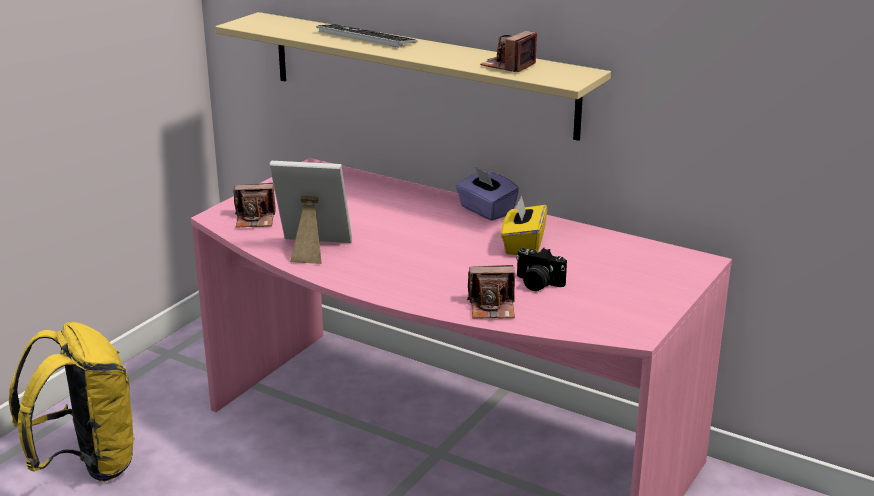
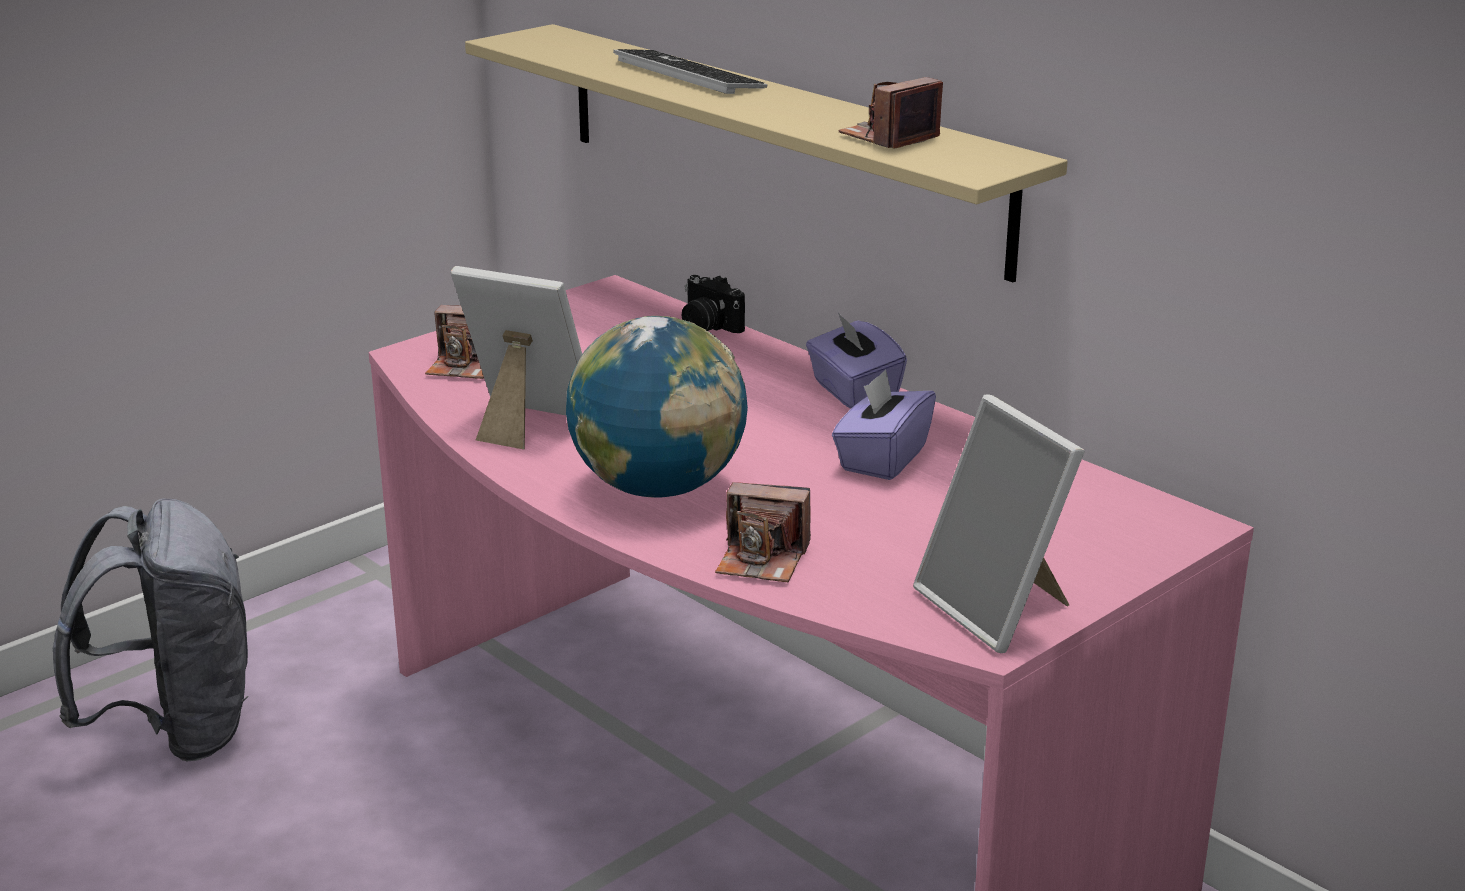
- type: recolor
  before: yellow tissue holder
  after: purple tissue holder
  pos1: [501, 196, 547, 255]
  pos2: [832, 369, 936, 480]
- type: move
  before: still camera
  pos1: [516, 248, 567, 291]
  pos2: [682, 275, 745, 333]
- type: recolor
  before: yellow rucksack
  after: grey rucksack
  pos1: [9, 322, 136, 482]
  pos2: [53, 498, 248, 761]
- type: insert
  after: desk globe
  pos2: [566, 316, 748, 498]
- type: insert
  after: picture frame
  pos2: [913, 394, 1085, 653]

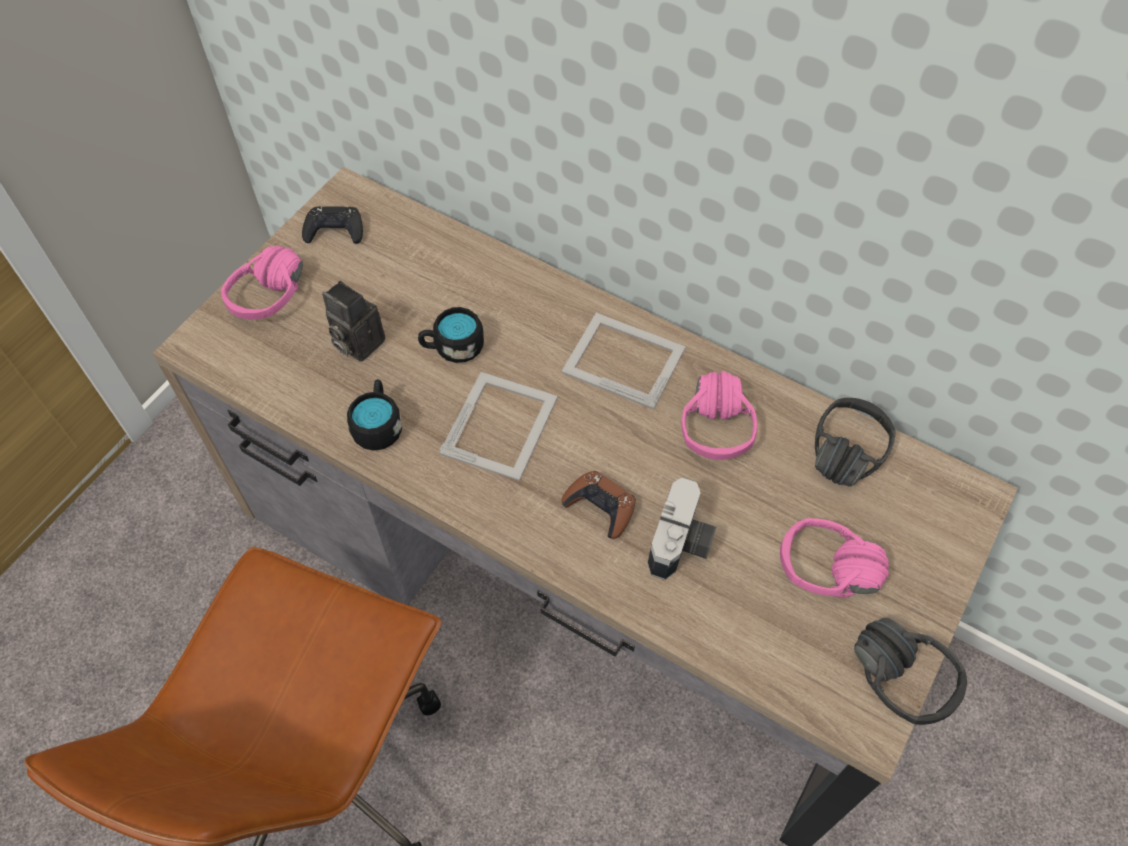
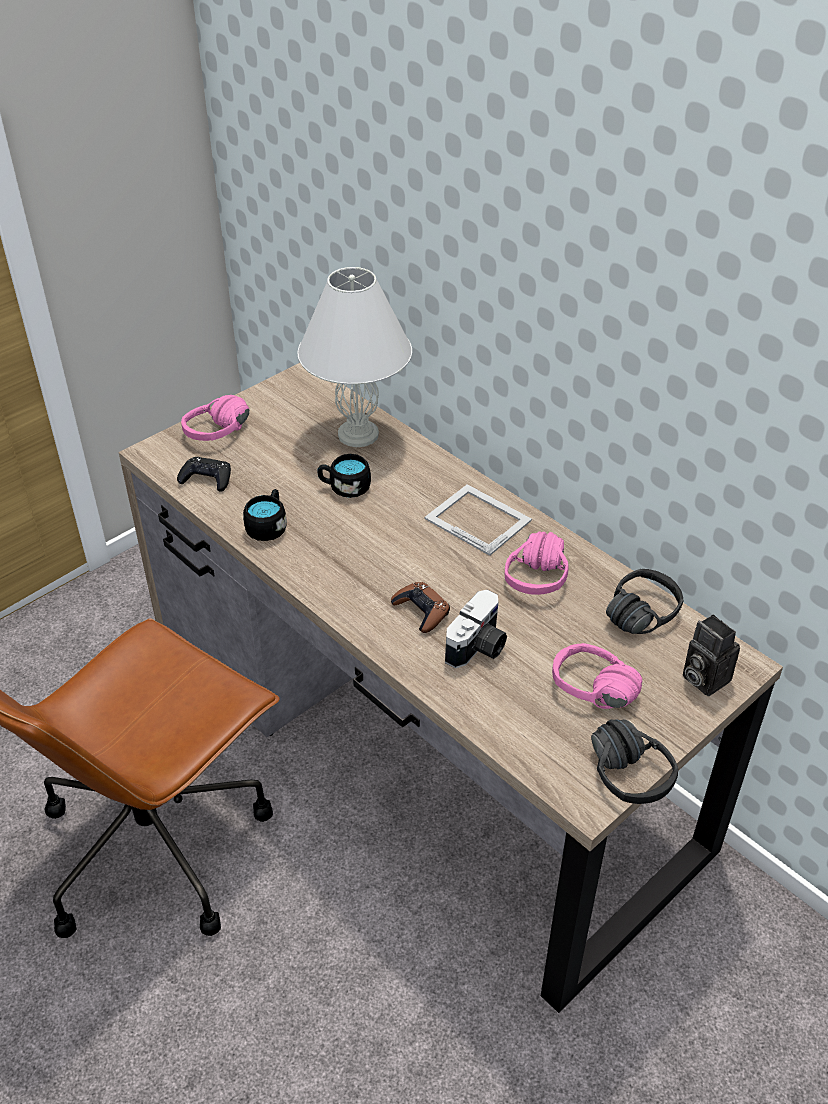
- type: move
  before: black game controller
  pos1: [302, 206, 363, 244]
  pos2: [177, 457, 231, 492]
- type: move
  before: still camera
  pos1: [322, 281, 385, 362]
  pos2: [683, 614, 740, 696]
- type: delete
  before: picture frame
  pos1: [439, 372, 558, 481]
- type: insert
  after: white table lamp
  pos2: [297, 267, 412, 447]

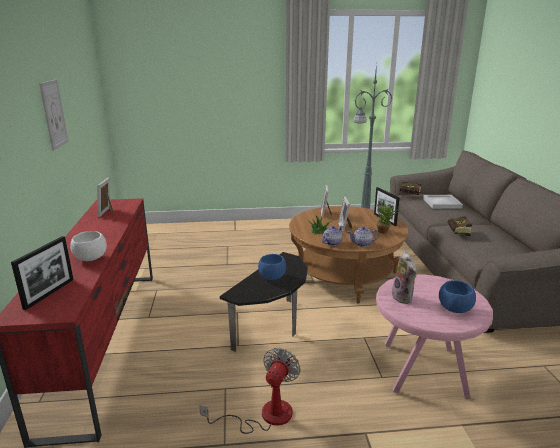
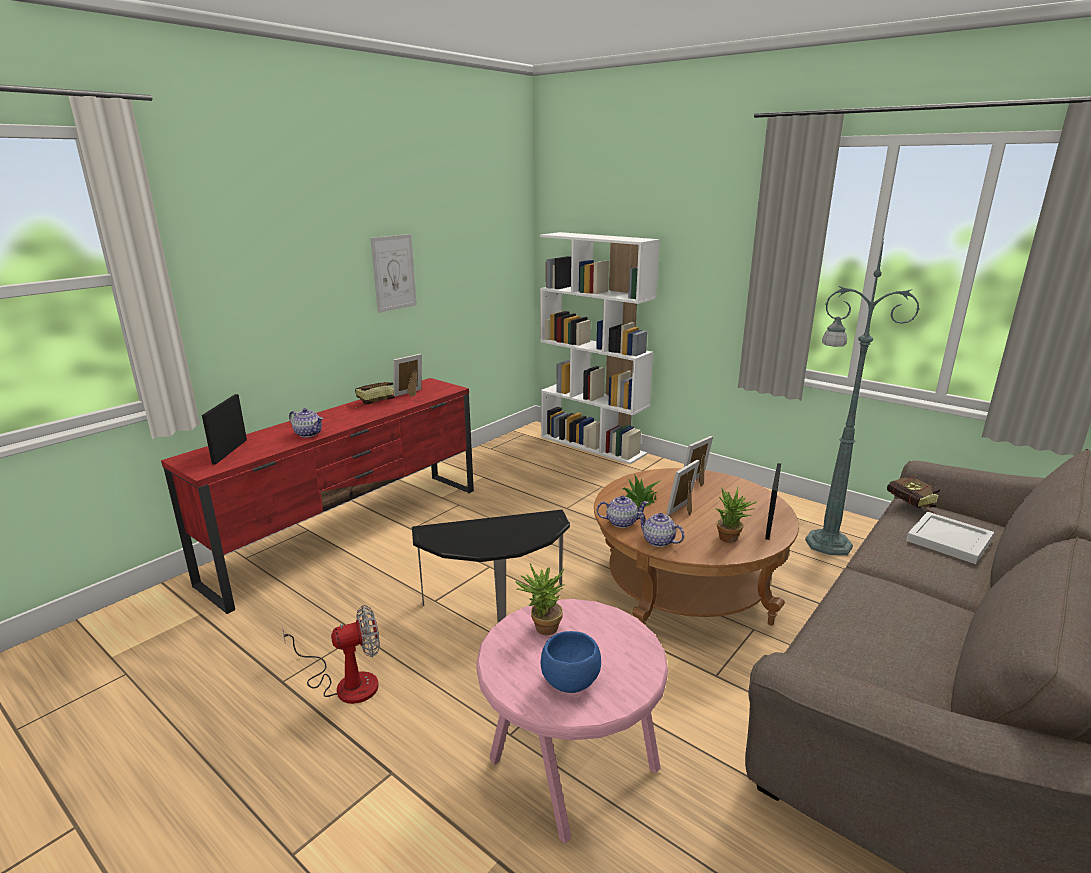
- type: move
  before: book
  pos1: [447, 216, 472, 241]
  pos2: [355, 382, 395, 408]
- type: replace
  before: white deep dish
  after: pot for tea
  pos1: [70, 231, 107, 261]
  pos2: [289, 408, 323, 437]
- type: rotate
  before: picture frame
  pos1: [11, 236, 73, 310]
  pos2: [202, 394, 247, 465]
  turn: 120
- type: replace
  before: plush toy
  after: plant in a pot
  pos1: [392, 252, 417, 304]
  pos2: [515, 563, 565, 635]
- type: delete
  before: blue deep dish
  pos1: [258, 254, 286, 280]
- type: insert
  after: white bookshelf
  pos2: [540, 232, 660, 465]

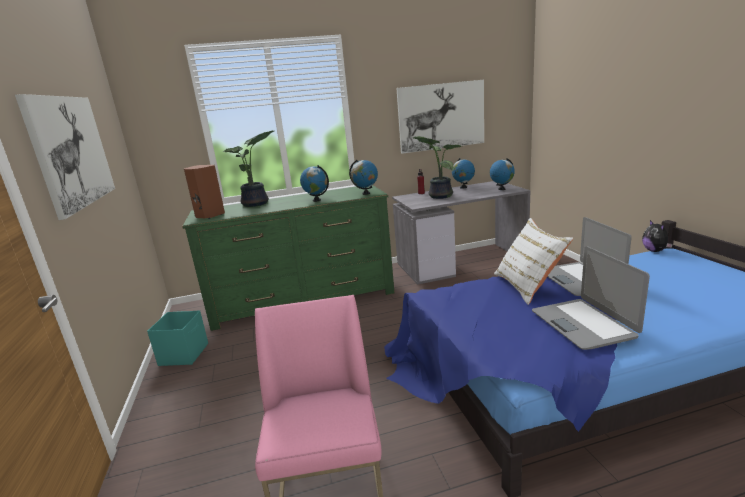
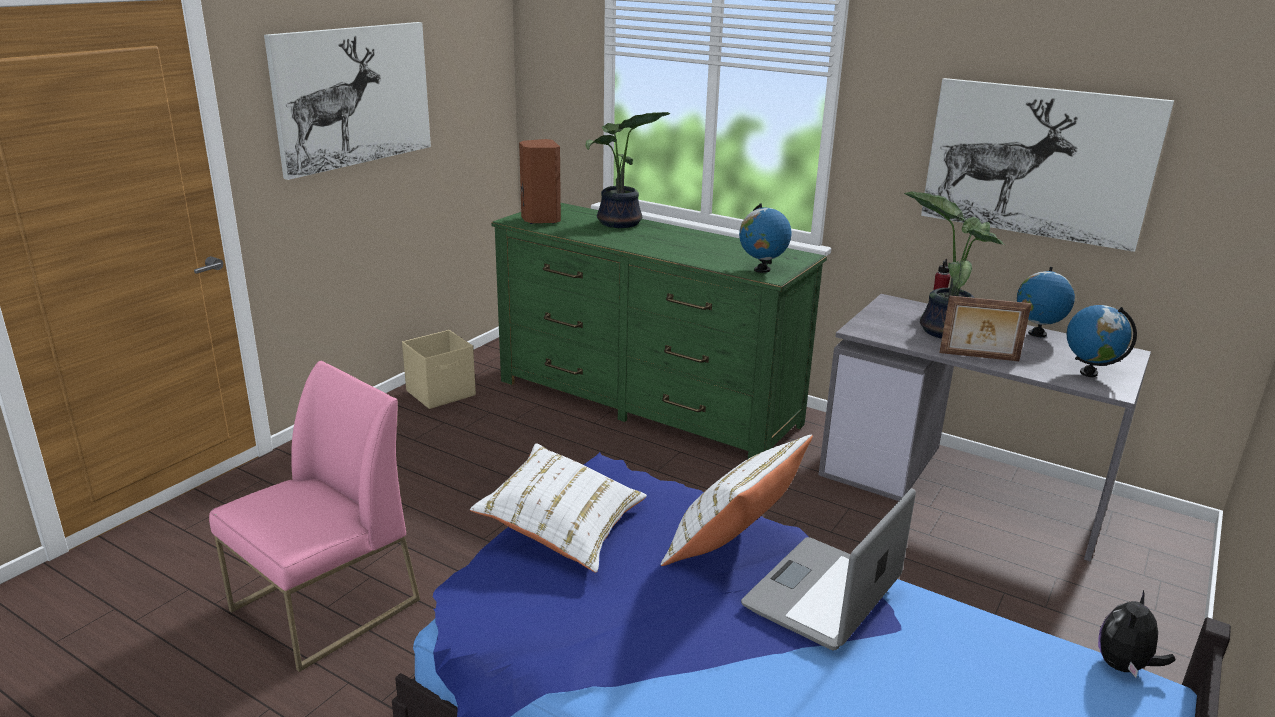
- type: delete
  before: desk globe
  pos1: [300, 165, 329, 202]
- type: delete
  before: portable computer
  pos1: [532, 246, 650, 350]
- type: recolor
  before: blue-green storage bin
  after: beige storage bin
  pos1: [147, 310, 208, 366]
  pos2: [402, 330, 476, 409]
- type: insert
  after: picture frame
  pos2: [939, 296, 1032, 361]
- type: insert
  after: white pillow
  pos2: [470, 443, 647, 573]

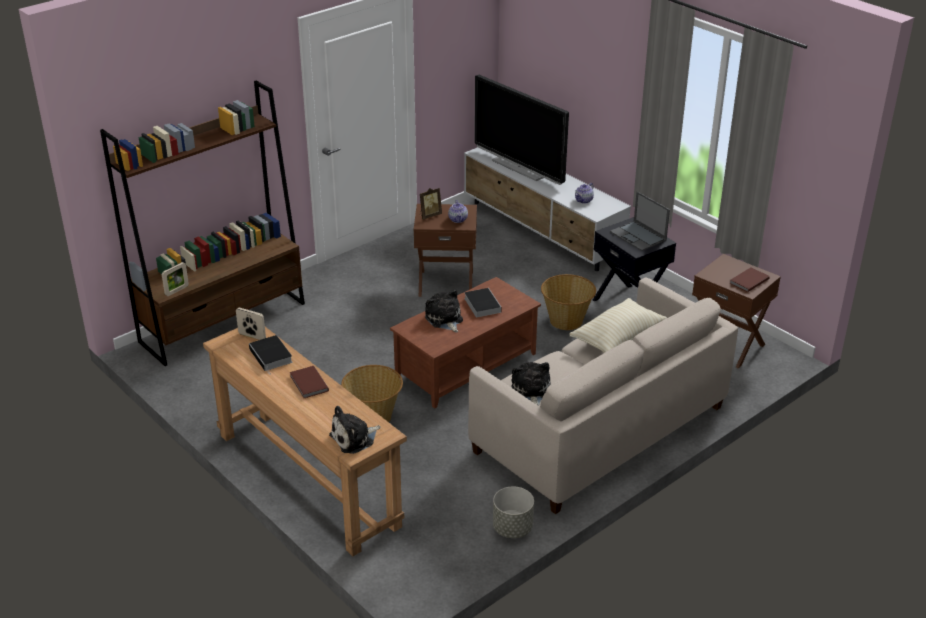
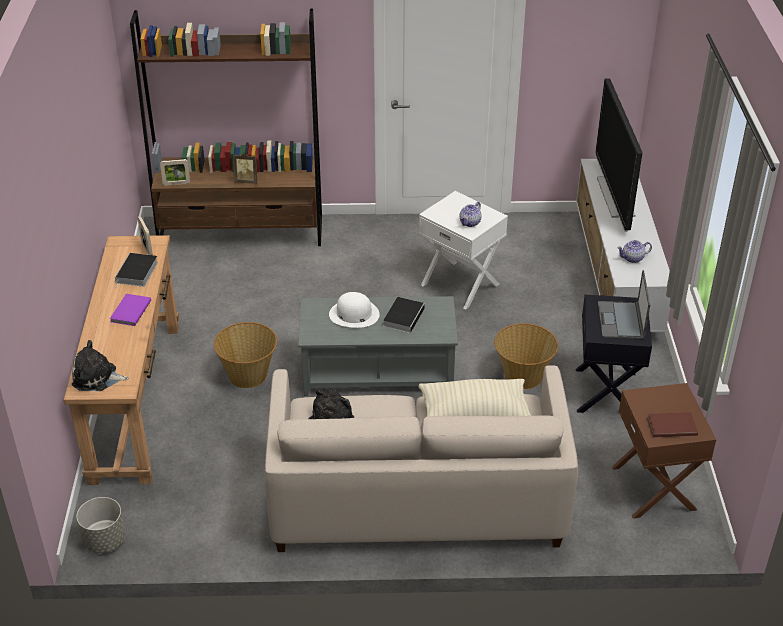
- type: move
  before: picture frame
  pos1: [420, 188, 442, 220]
  pos2: [233, 153, 257, 184]
- type: recolor
  before: brown accent table
  after: white accent table
  pos1: [414, 204, 477, 297]
  pos2: [419, 191, 508, 309]
- type: recolor
  before: brown lounge table
  after: grey lounge table
  pos1: [390, 277, 541, 409]
  pos2: [298, 296, 458, 396]
- type: replace
  before: plush toy
  after: white wearable hat
  pos1: [425, 290, 463, 333]
  pos2: [329, 292, 380, 328]
- type: recolor
  before: brown book
  after: purple book
  pos1: [290, 366, 329, 398]
  pos2: [110, 294, 151, 326]
- type: move
  before: grey planter
  pos1: [493, 486, 534, 538]
  pos2: [76, 497, 126, 553]

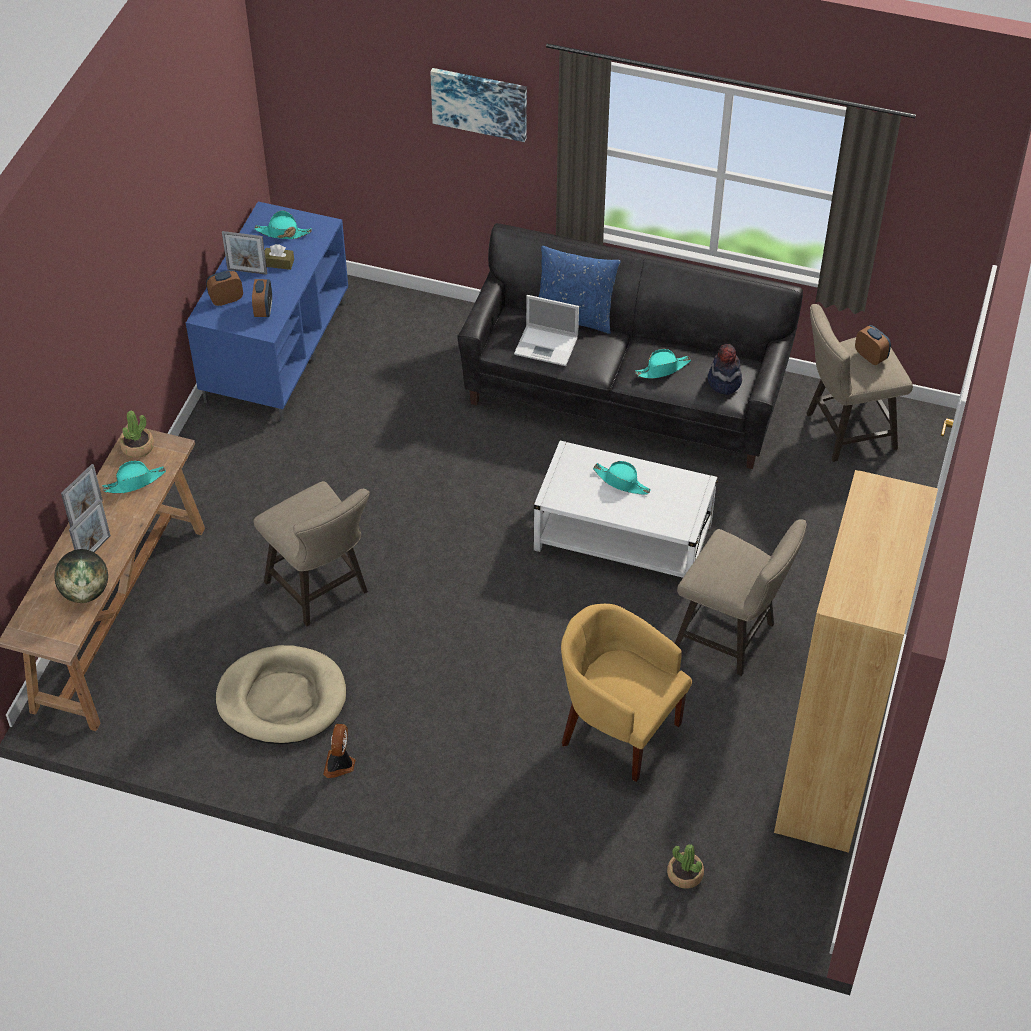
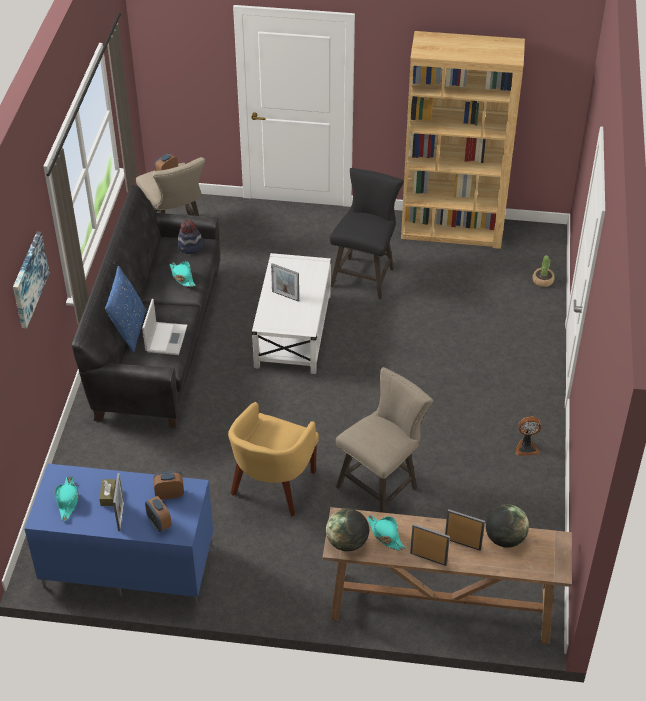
- type: replace
  before: plant in a pot
  after: desk globe
  pos1: [120, 411, 154, 458]
  pos2: [326, 508, 369, 551]
- type: replace
  before: blue-green wearable hat
  after: picture frame
  pos1: [593, 461, 651, 495]
  pos2: [271, 263, 299, 302]
- type: recolor
  before: beige stool seat
  after: black stool seat
  pos1: [675, 519, 807, 676]
  pos2: [330, 168, 404, 299]
- type: move
  before: yellow armchair
  pos1: [561, 604, 692, 782]
  pos2: [228, 402, 319, 517]
- type: delete
  before: beige dog cushion
  pos1: [215, 645, 346, 744]

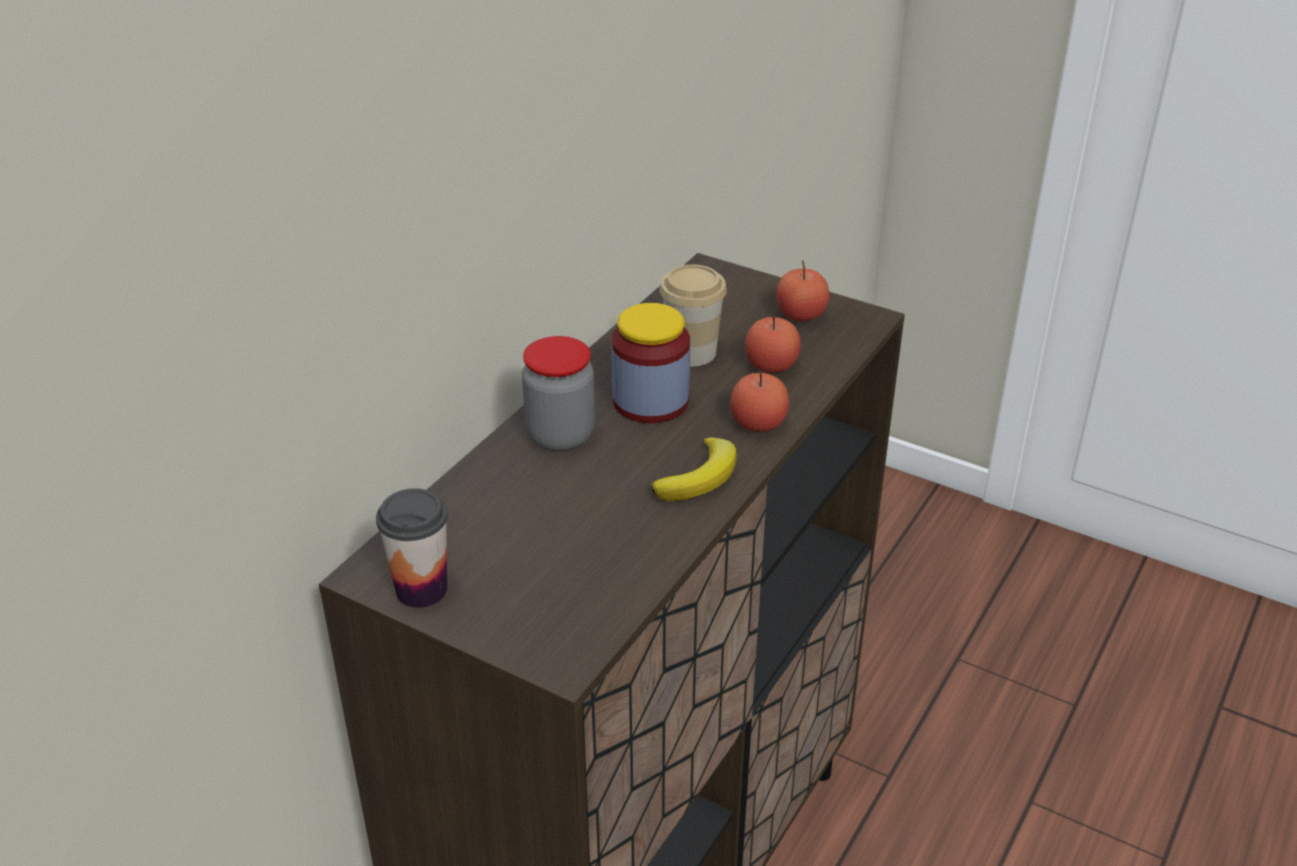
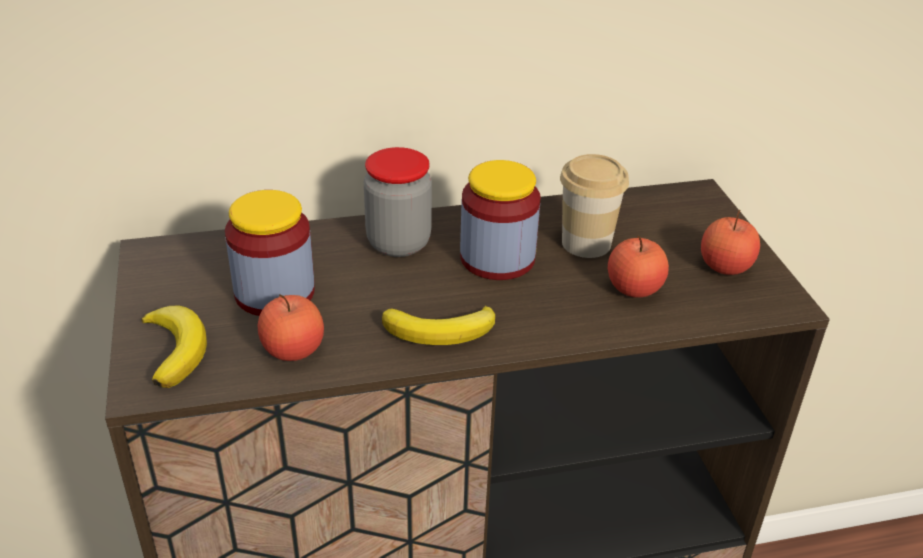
- type: move
  before: whole apple
  pos1: [730, 373, 789, 432]
  pos2: [258, 294, 324, 361]
- type: delete
  before: small cup
  pos1: [376, 488, 448, 608]
- type: insert
  after: jar
  pos2: [225, 190, 315, 316]
- type: insert
  after: banana
  pos2: [141, 306, 207, 388]

